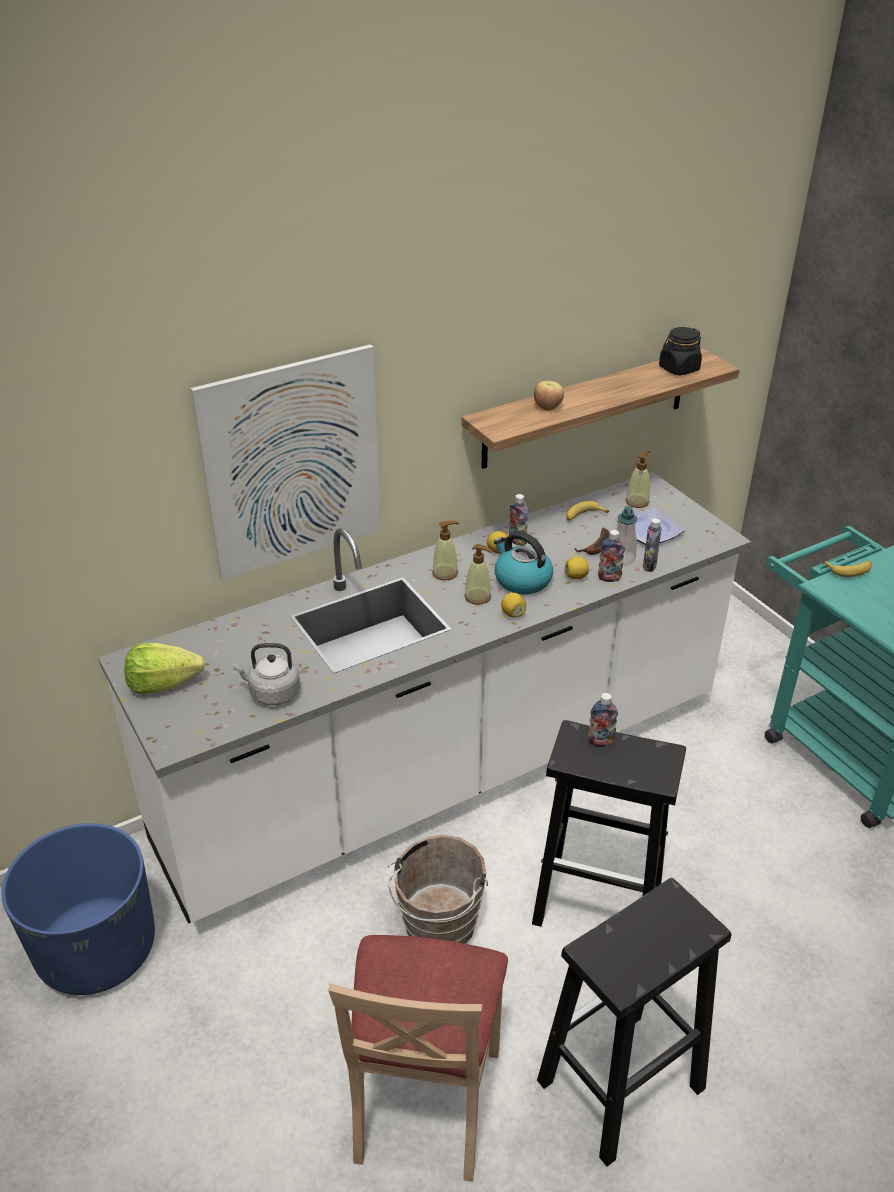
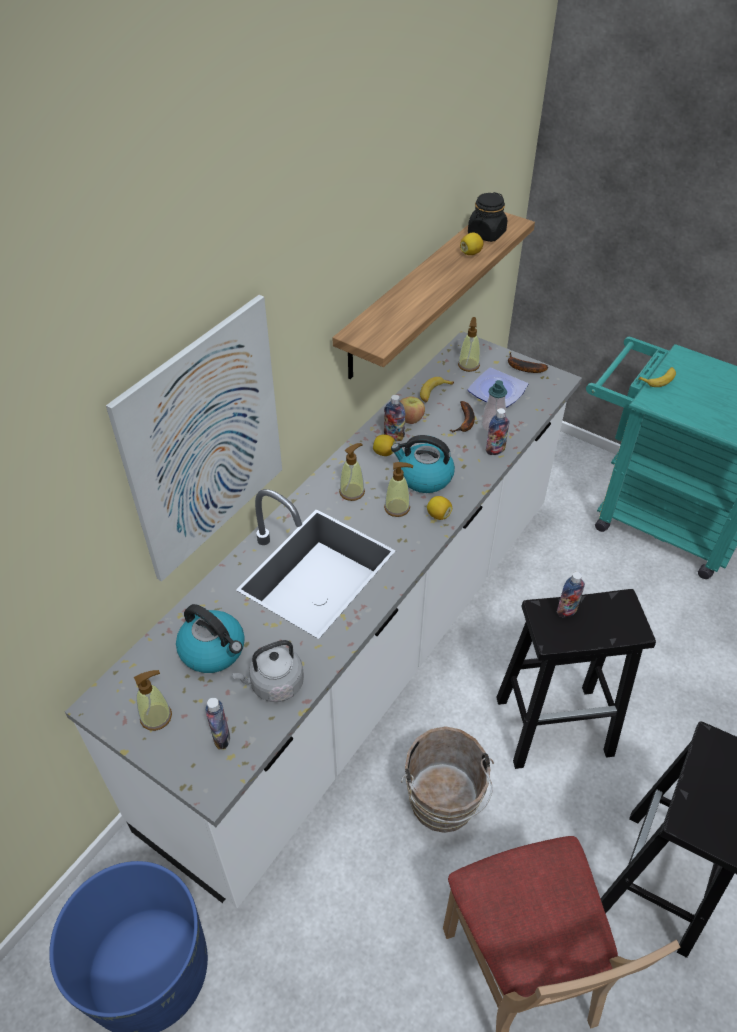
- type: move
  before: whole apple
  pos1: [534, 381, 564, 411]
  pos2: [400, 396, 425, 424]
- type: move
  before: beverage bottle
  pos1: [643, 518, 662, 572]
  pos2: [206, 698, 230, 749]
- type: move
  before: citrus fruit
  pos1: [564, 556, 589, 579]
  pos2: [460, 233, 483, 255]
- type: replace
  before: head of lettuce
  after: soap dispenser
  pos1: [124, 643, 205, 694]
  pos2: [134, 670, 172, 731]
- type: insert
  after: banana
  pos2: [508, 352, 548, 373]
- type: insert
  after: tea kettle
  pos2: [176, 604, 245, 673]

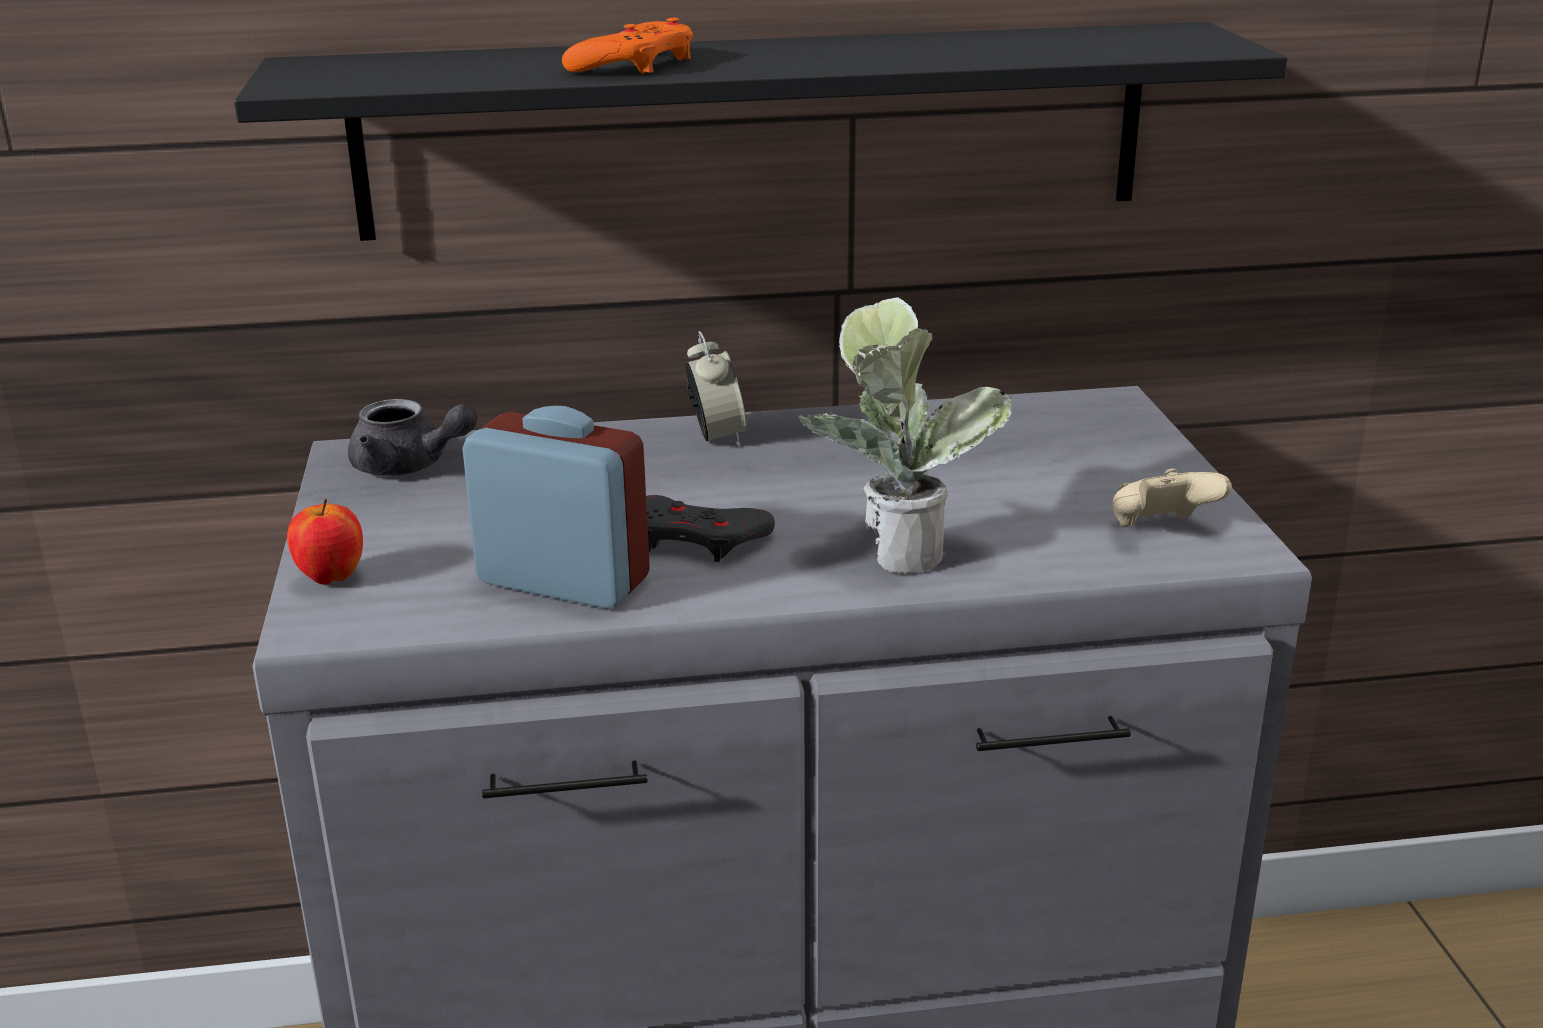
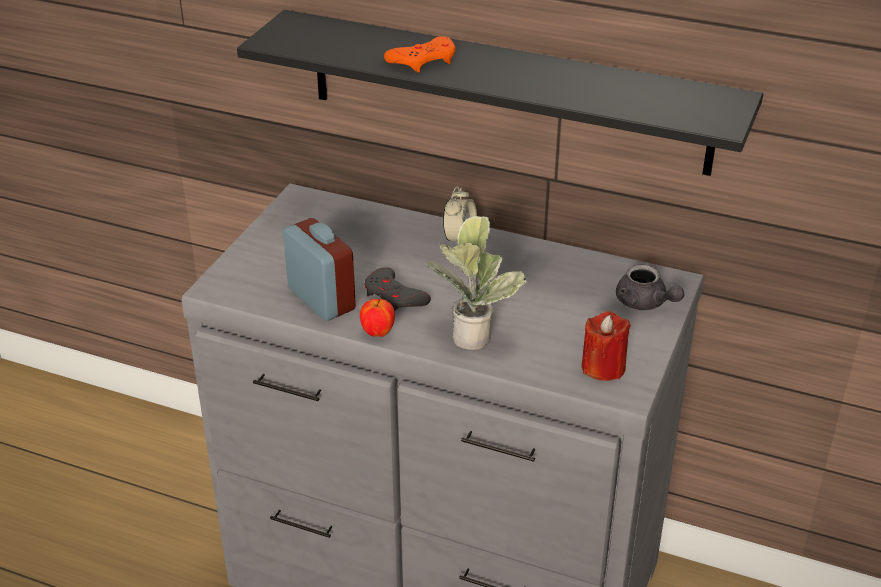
- type: move
  before: grey pot for tea
  pos1: [348, 399, 477, 476]
  pos2: [616, 265, 685, 310]
- type: replace
  before: beige game controller
  after: reddish wax candle
  pos1: [1112, 468, 1232, 527]
  pos2: [582, 311, 631, 381]
- type: move
  before: whole apple
  pos1: [287, 499, 363, 585]
  pos2: [360, 299, 395, 337]

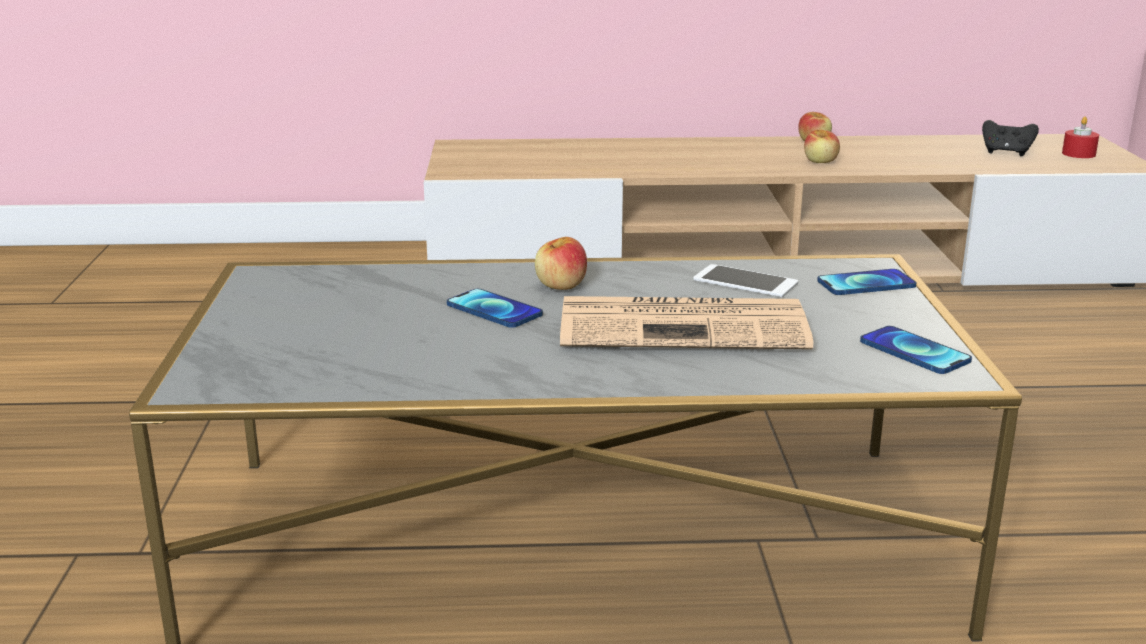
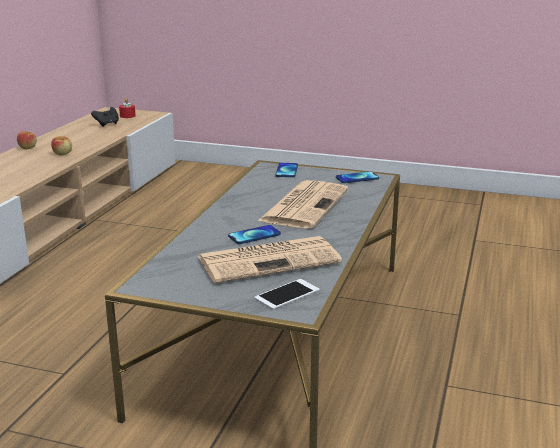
- type: delete
  before: whole apple
  pos1: [535, 237, 587, 290]
- type: move
  before: phone
  pos1: [693, 264, 798, 297]
  pos2: [255, 279, 320, 310]
- type: insert
  after: daily paper
  pos2: [198, 236, 342, 283]

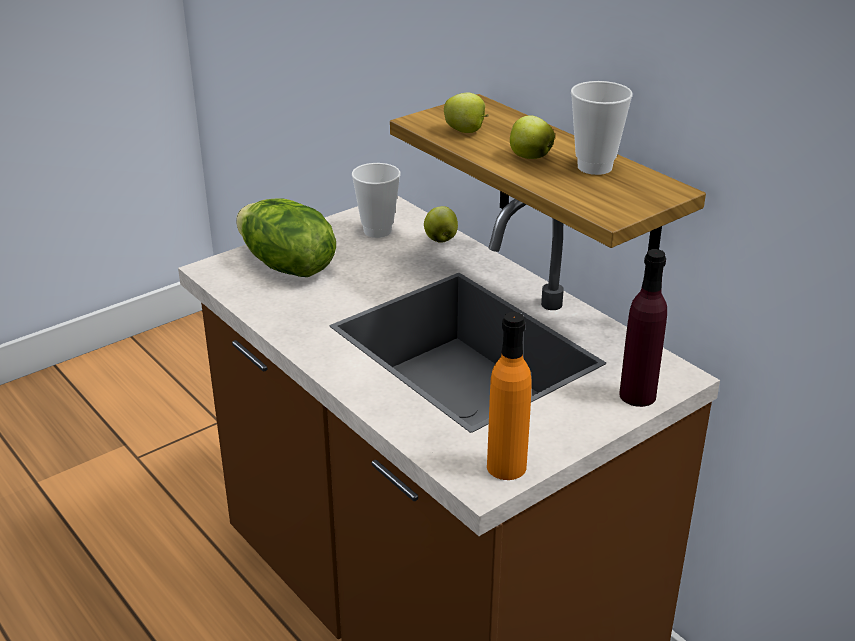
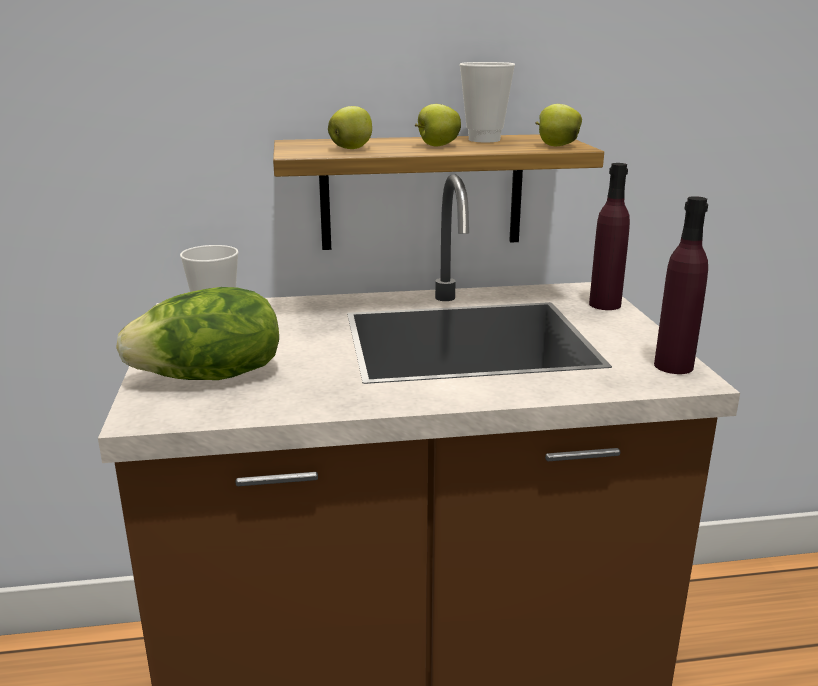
- type: move
  before: whole apple
  pos1: [424, 206, 458, 243]
  pos2: [535, 104, 582, 146]
- type: recolor
  before: orangey beverage bottle
  after: purple beverage bottle
  pos1: [487, 312, 532, 480]
  pos2: [654, 196, 708, 374]

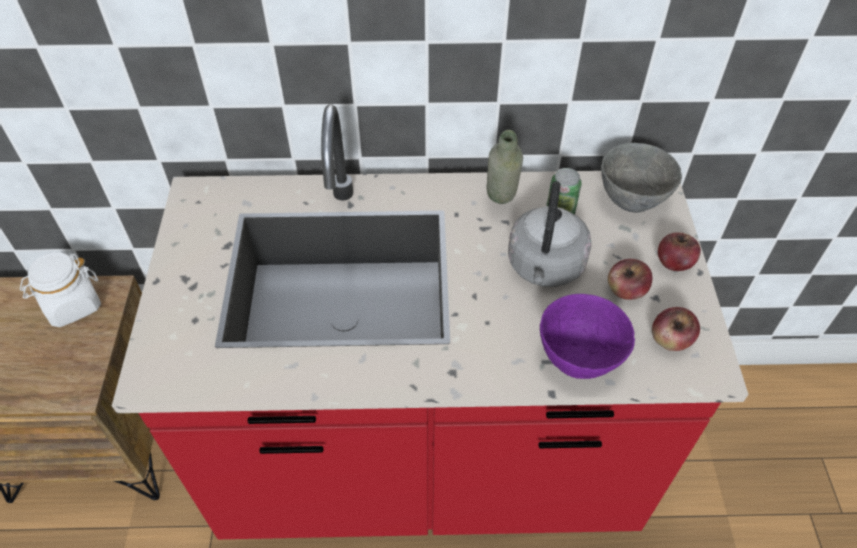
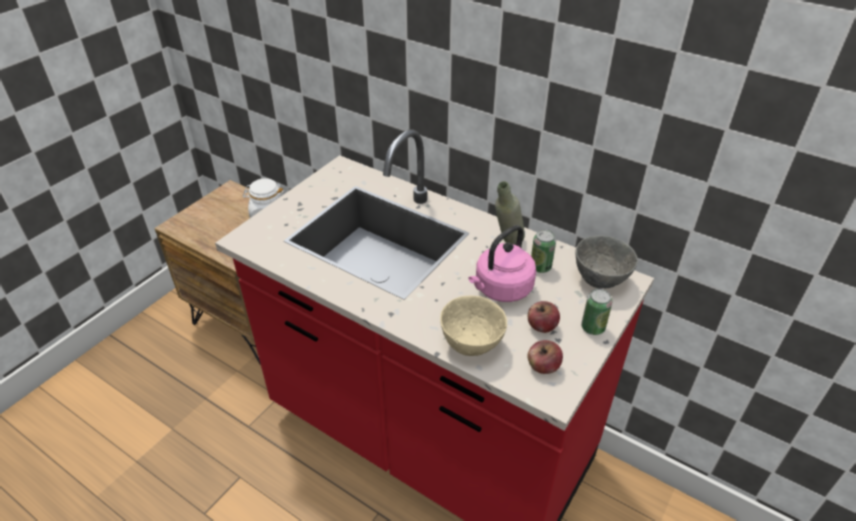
- type: recolor
  before: grey tea kettle
  after: pink-coloured tea kettle
  pos1: [508, 181, 592, 287]
  pos2: [468, 225, 536, 302]
- type: replace
  before: whole apple
  after: can
  pos1: [658, 232, 701, 271]
  pos2: [581, 289, 612, 335]
- type: recolor
  before: purple deep dish
  after: beige deep dish
  pos1: [540, 294, 635, 379]
  pos2: [440, 296, 507, 356]

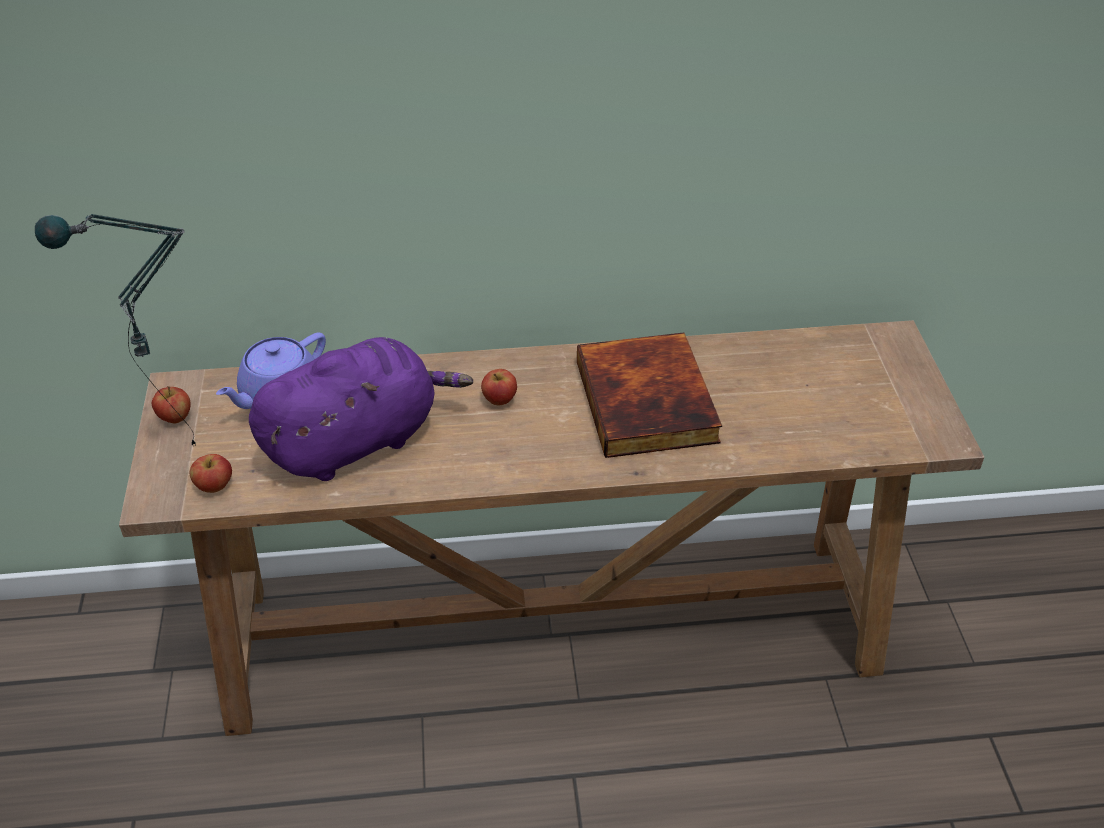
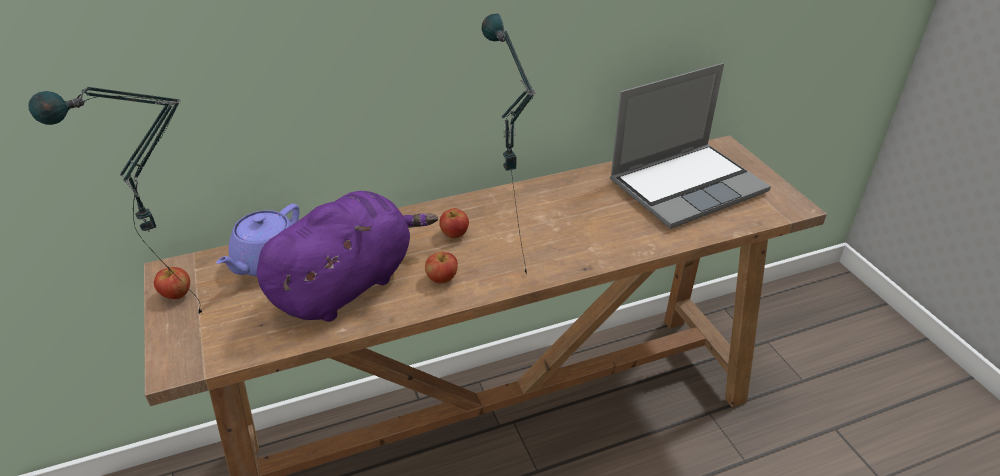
- type: delete
  before: book
  pos1: [577, 332, 722, 458]
- type: move
  before: whole apple
  pos1: [190, 454, 232, 493]
  pos2: [425, 252, 458, 284]
- type: insert
  after: table lamp
  pos2: [482, 13, 535, 273]
- type: insert
  after: portable computer
  pos2: [610, 63, 771, 229]

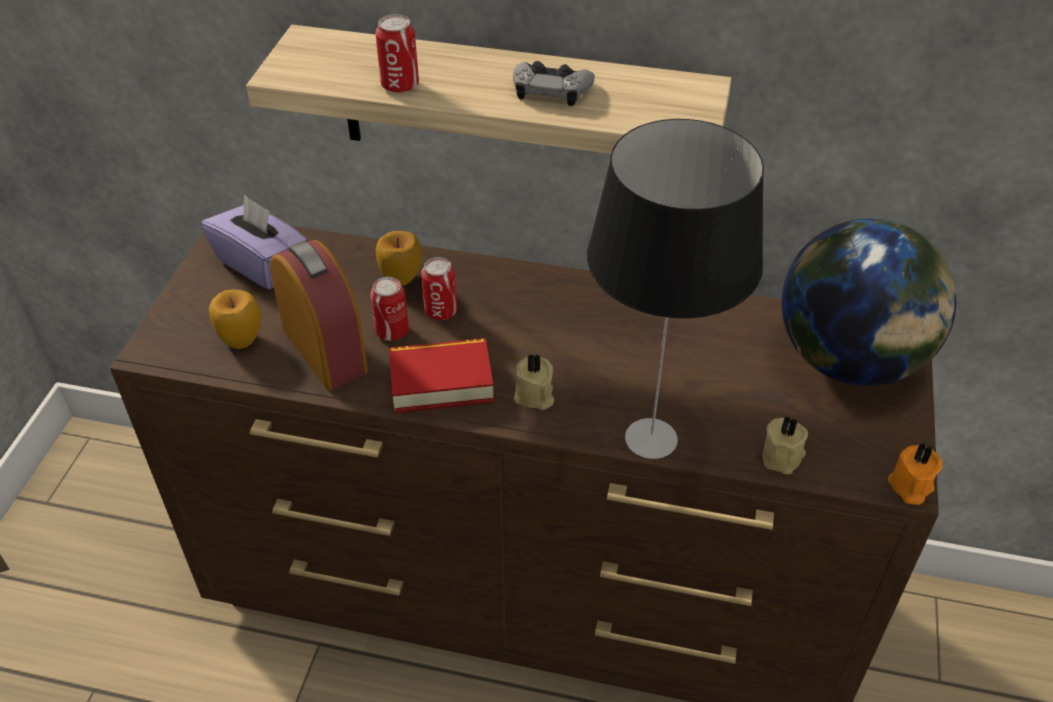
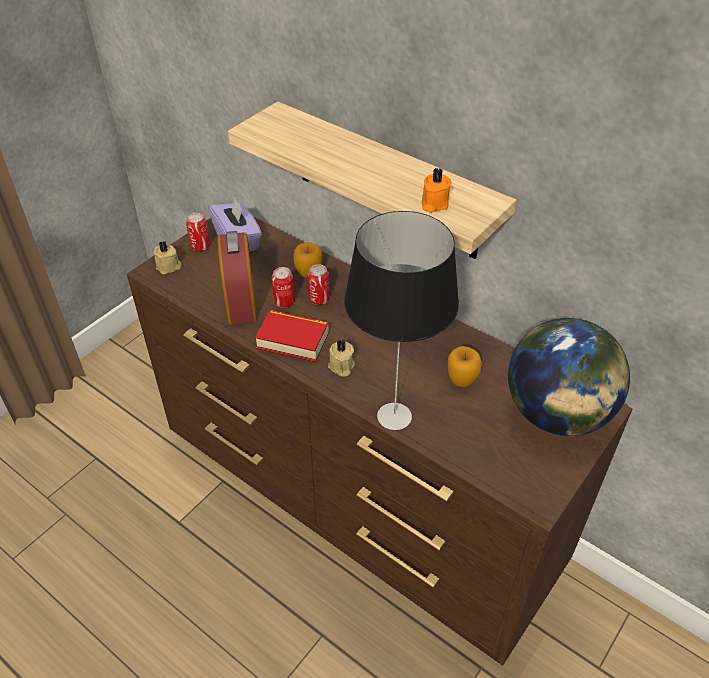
- type: move
  before: can
  pos1: [376, 14, 419, 93]
  pos2: [186, 213, 210, 251]
- type: delete
  before: grey game controller
  pos1: [513, 61, 595, 106]
- type: move
  before: whole apple
  pos1: [209, 289, 261, 349]
  pos2: [448, 346, 482, 387]
- type: move
  before: beige wax candle
  pos1: [762, 416, 808, 474]
  pos2: [153, 241, 182, 274]
- type: move
  before: orangey wax candle
  pos1: [888, 443, 942, 505]
  pos2: [422, 168, 452, 213]

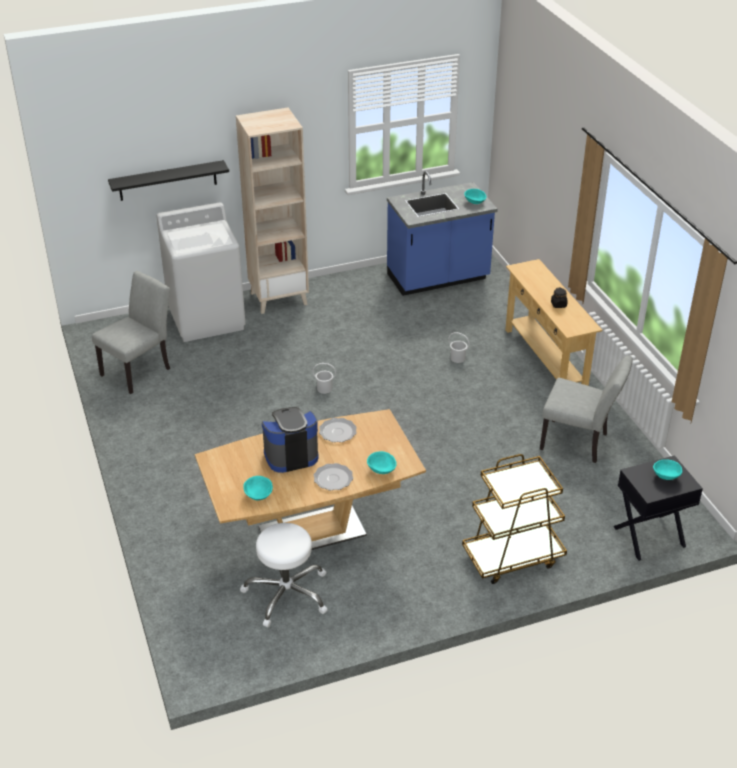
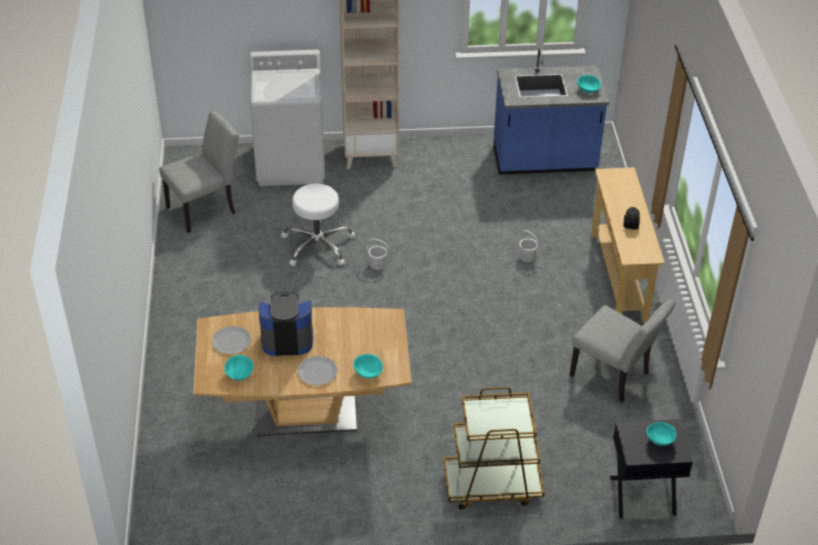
- type: delete
  before: black bracket shelf
  pos1: [108, 160, 229, 201]
- type: move
  before: dinner plate
  pos1: [319, 418, 357, 442]
  pos2: [212, 326, 252, 355]
- type: move
  before: white stool seat
  pos1: [240, 523, 328, 627]
  pos2: [281, 184, 355, 266]

